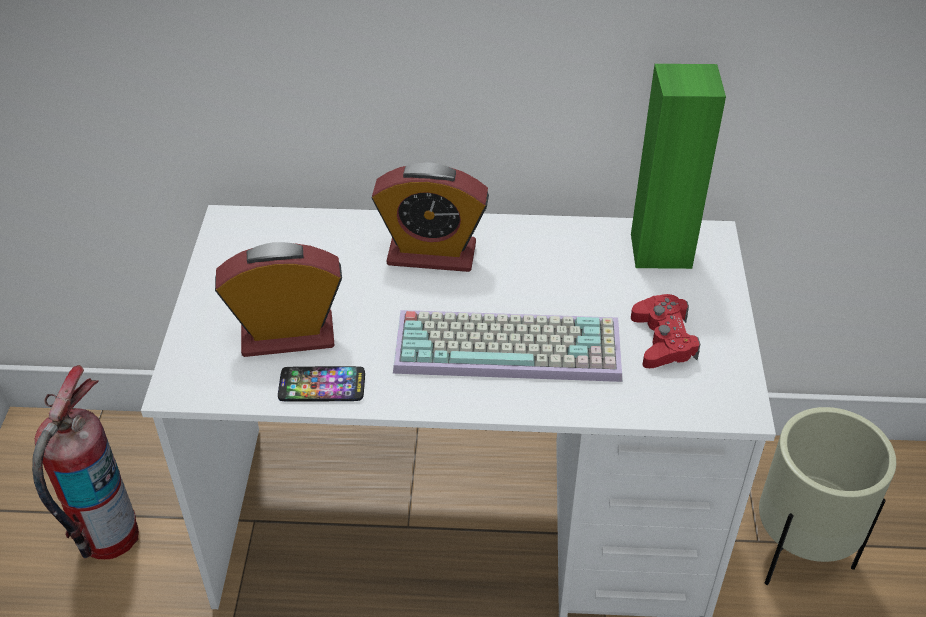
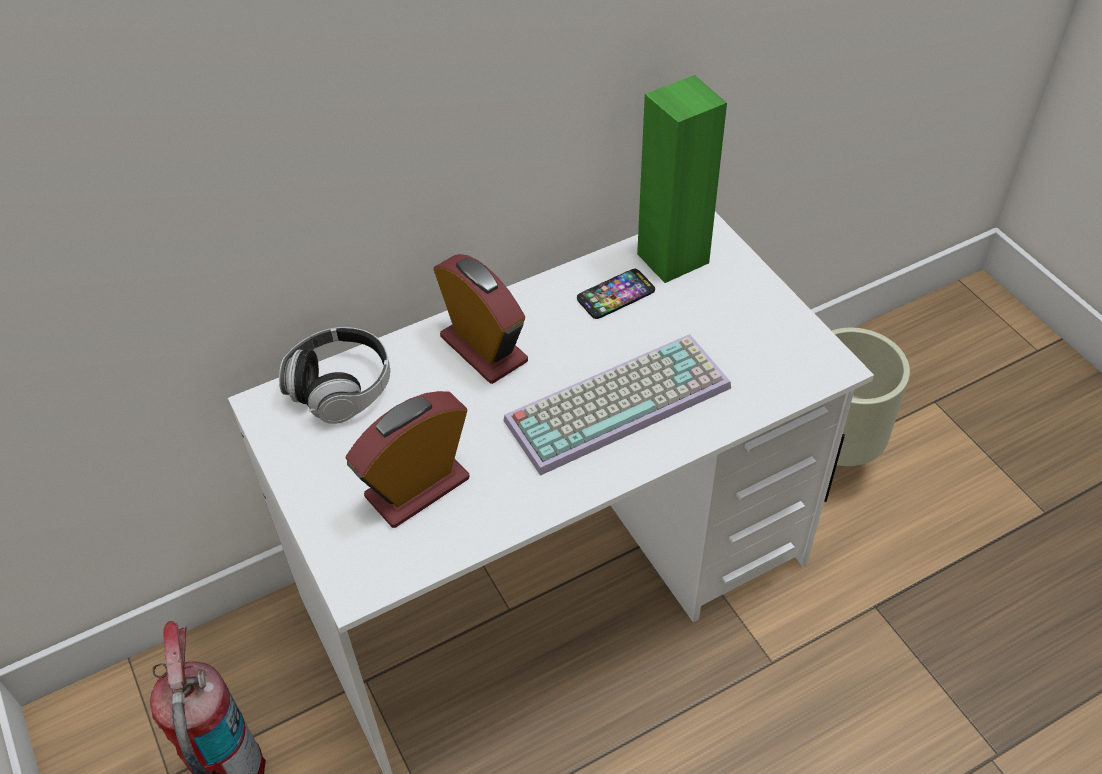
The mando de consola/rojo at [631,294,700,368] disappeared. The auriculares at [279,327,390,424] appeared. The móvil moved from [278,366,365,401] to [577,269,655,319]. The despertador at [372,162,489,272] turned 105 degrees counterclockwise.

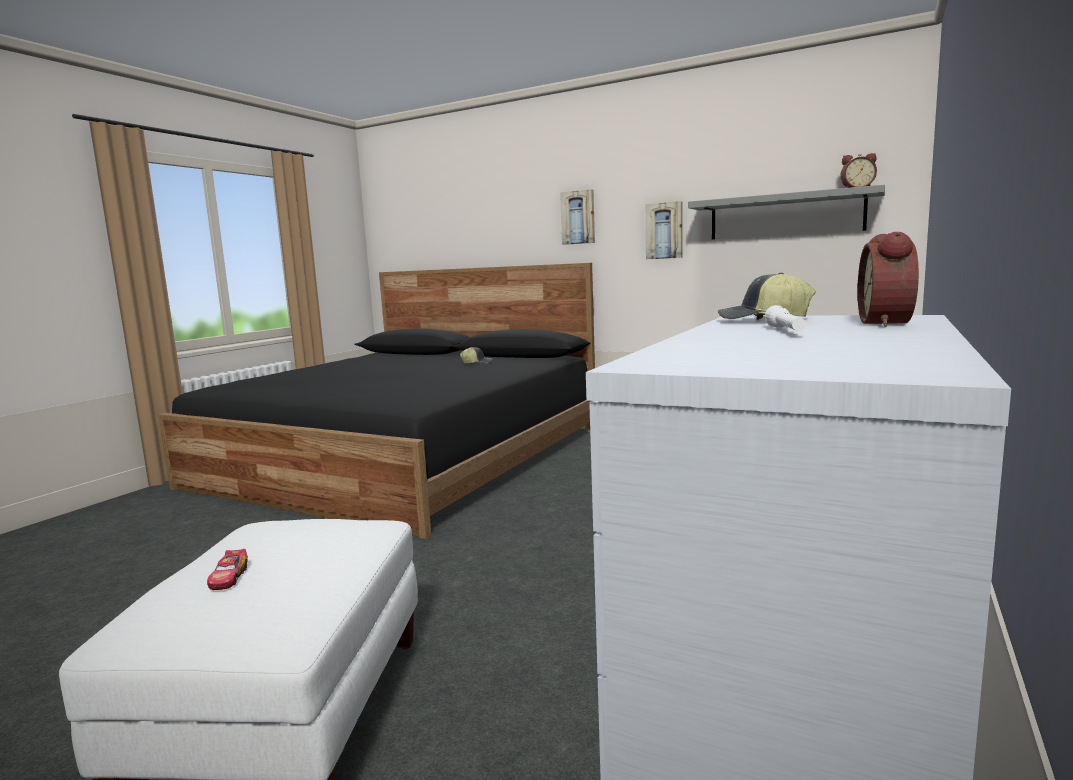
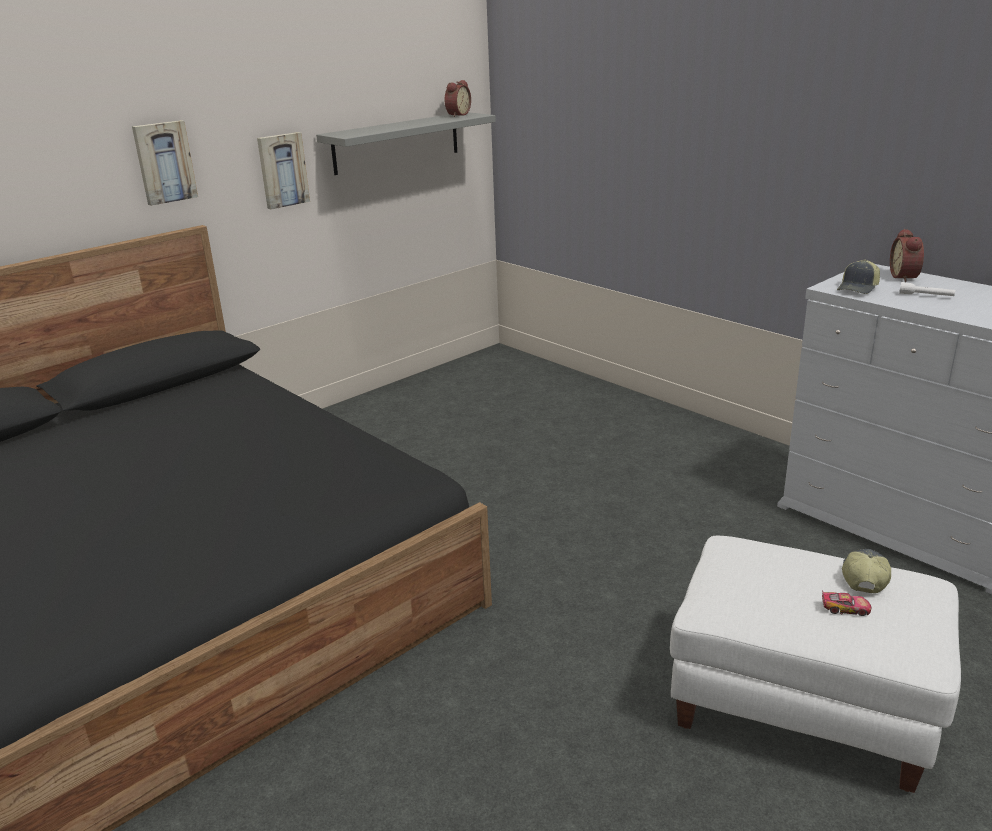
The gorra moved from [460,347,493,364] to [842,549,891,594]. The despertador at [858,232,919,327] turned 60 degrees clockwise.

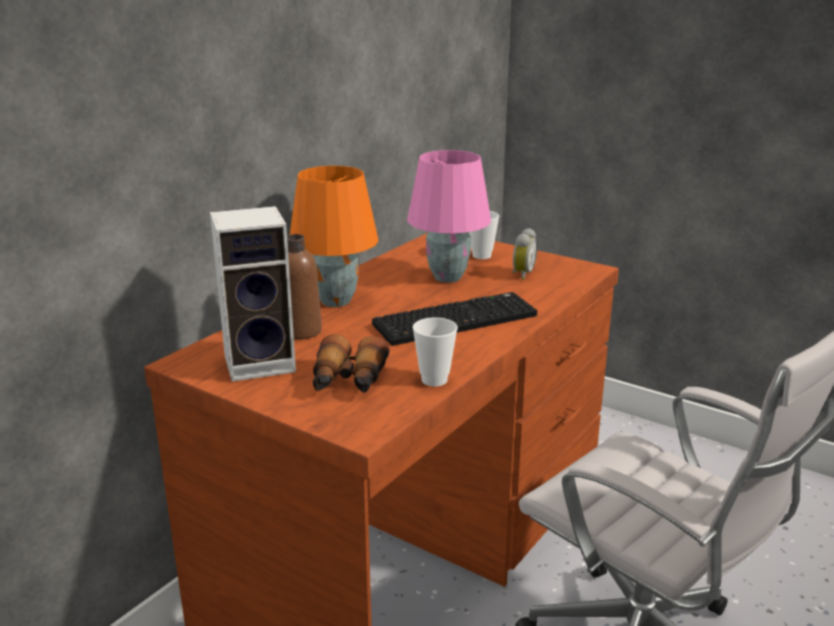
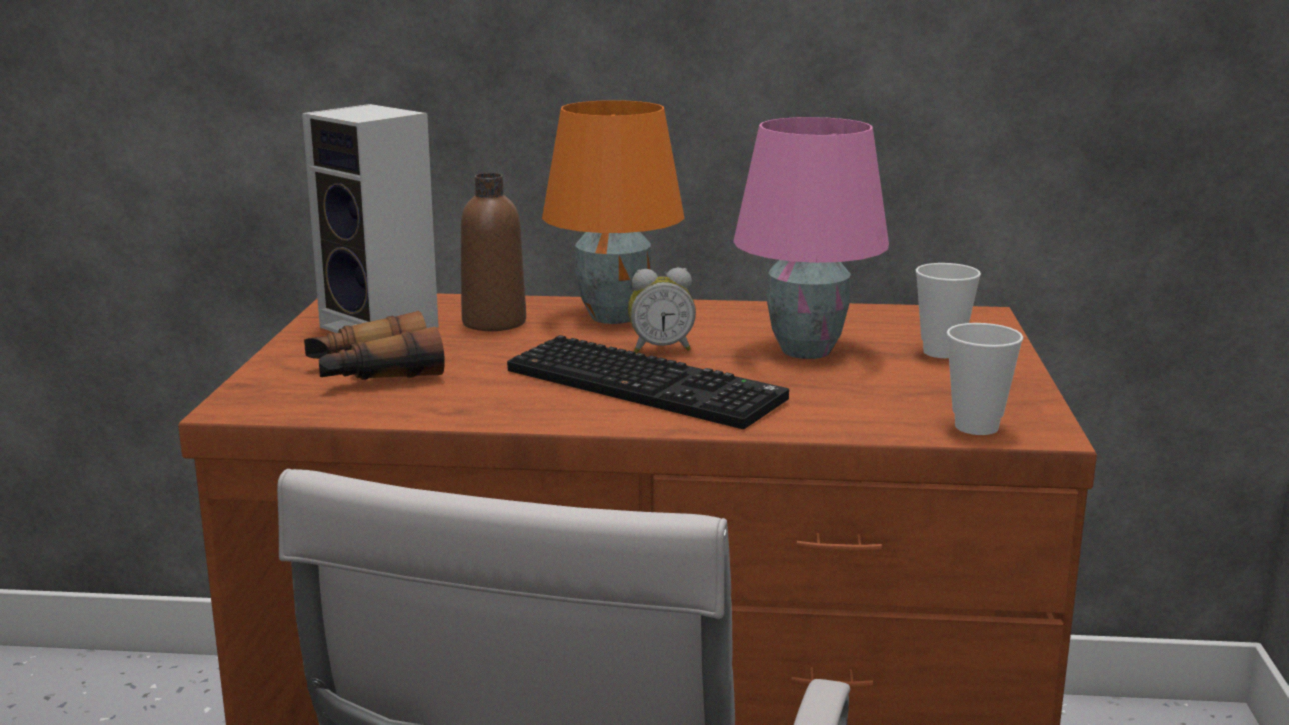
The taza moved from [413,317,458,386] to [947,323,1023,435]. The despertador moved from [512,228,537,280] to [628,268,696,353].

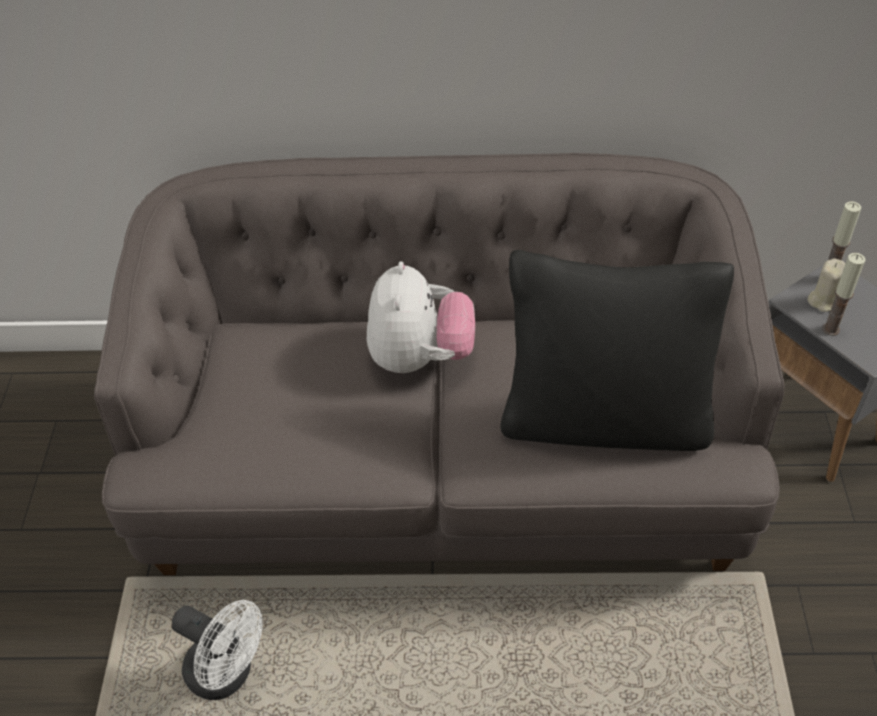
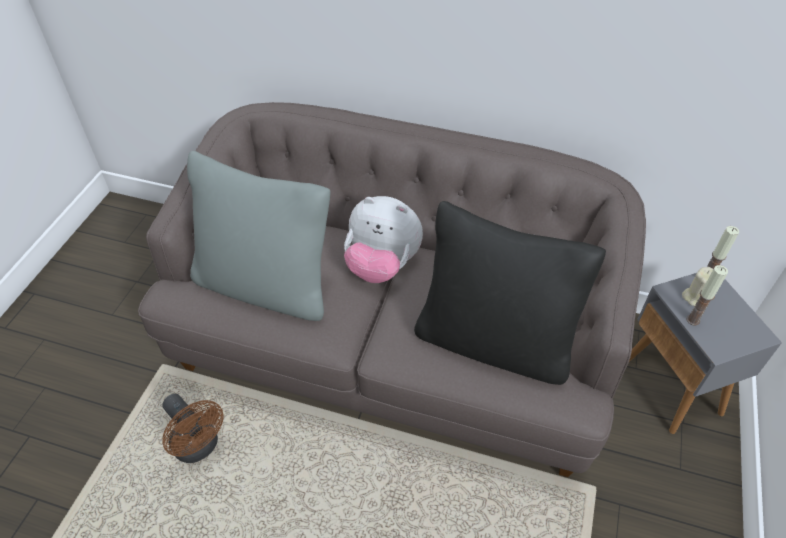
The cojín/gris at [187,151,331,321] appeared. The ventilador/blanco at [172,600,263,700] became the ventilador/marrón at [162,394,223,463]. The peluche at [367,262,475,373] turned 90 degrees clockwise.

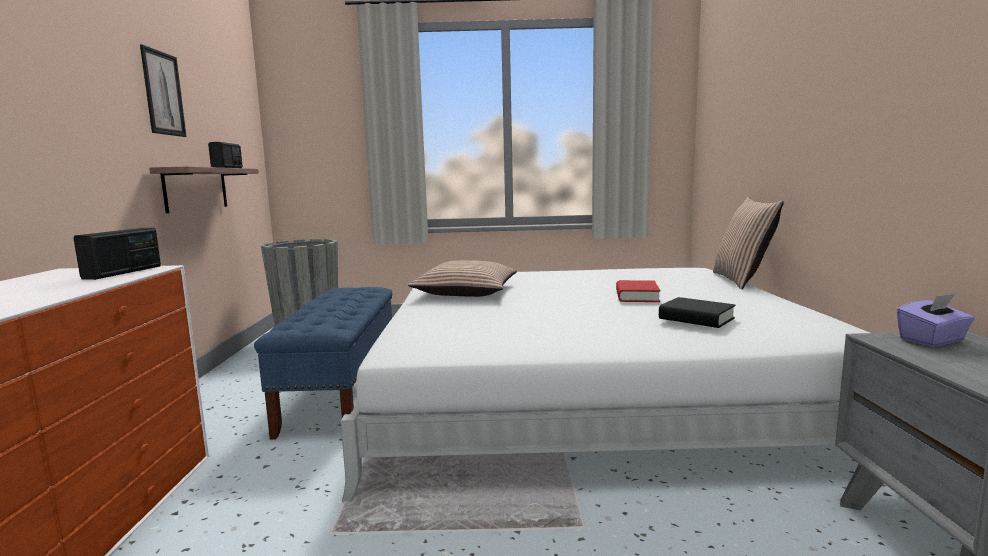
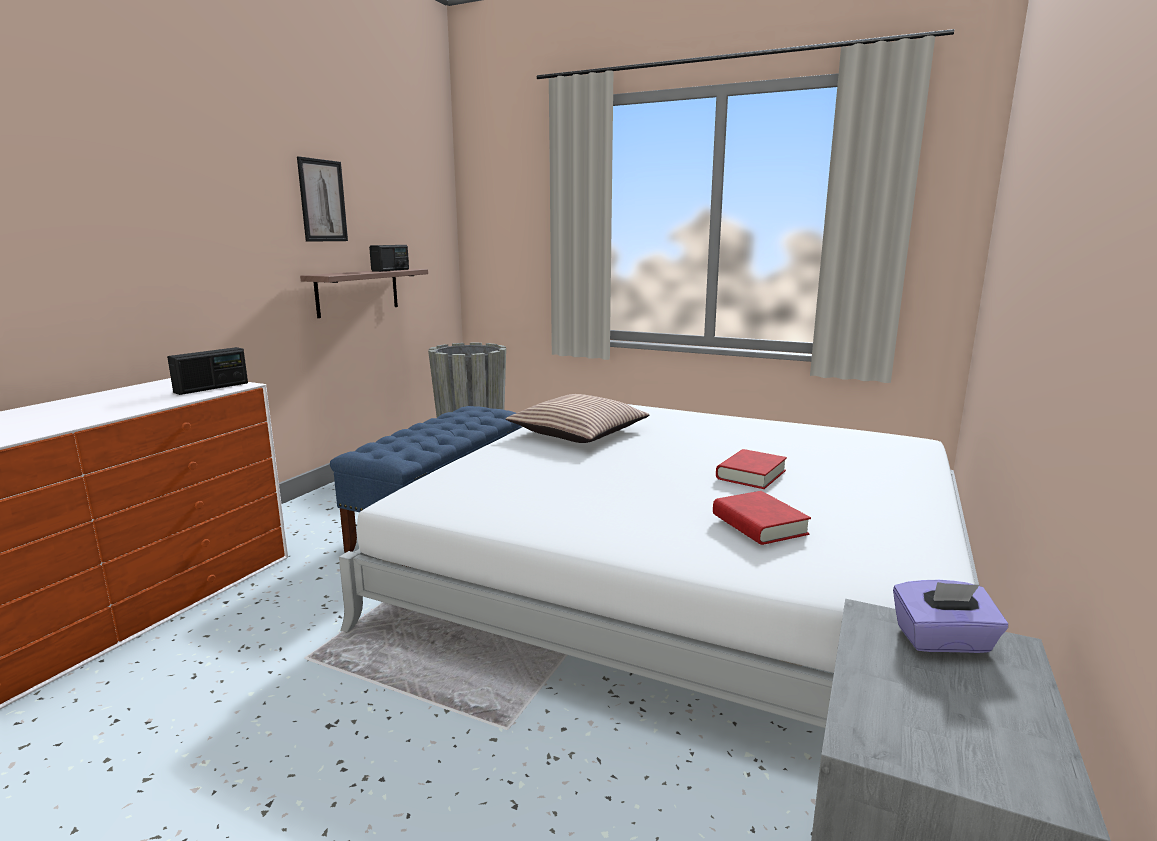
The cojín at [713,197,784,289] disappeared. The libro/negro at [659,297,736,328] became the libro/rojo at [713,491,811,545].

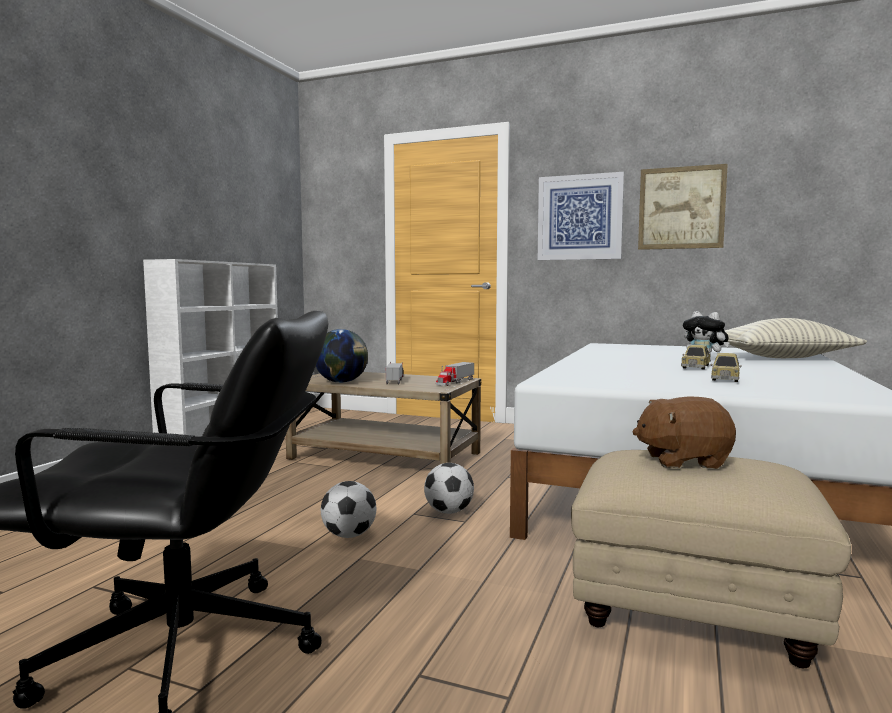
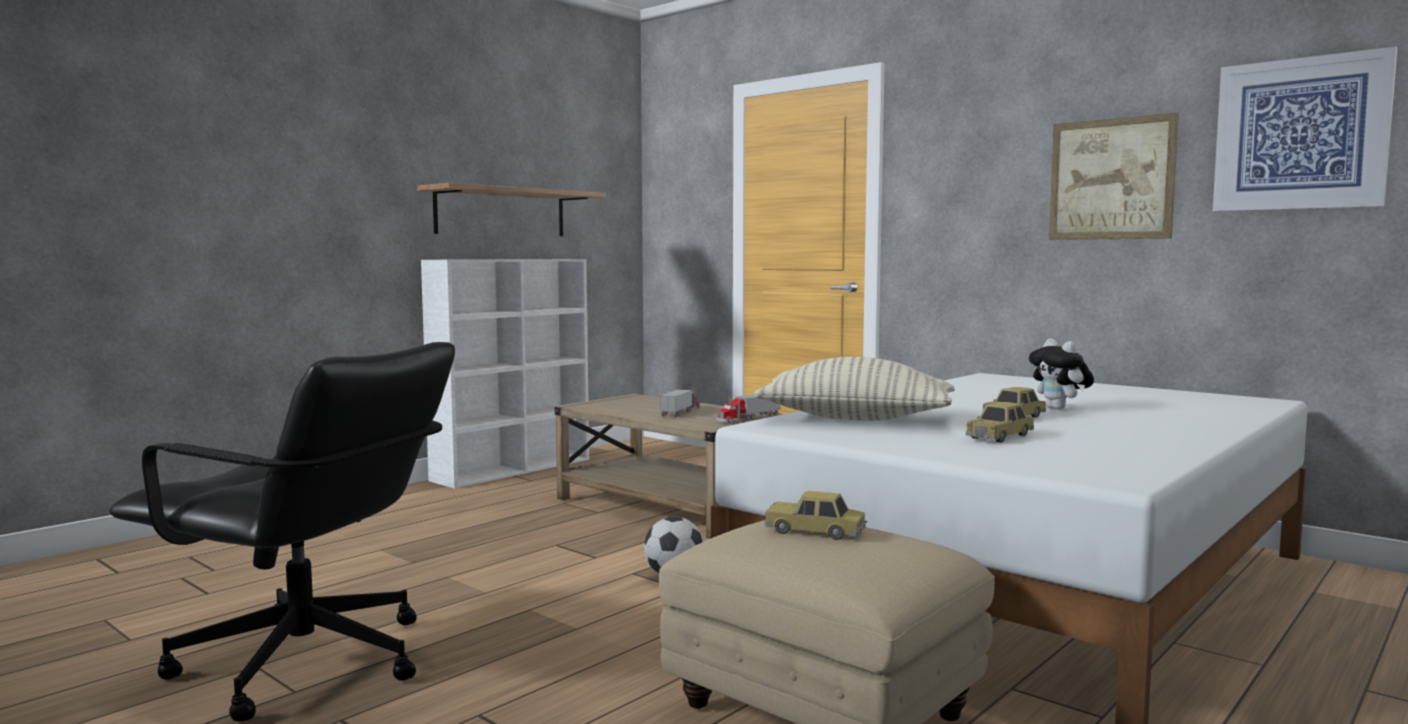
The globo terráqueo at [316,329,368,383] disappeared. The balón de fútbol at [321,481,376,538] disappeared. The estante at [417,183,606,236] appeared. The cuadro moved from [538,172,624,260] to [1213,47,1397,211]. The cojín moved from [725,318,867,358] to [754,357,955,421]. The peluche/marrón at [633,397,736,469] was replaced by the coche de juguete at [765,491,867,540].

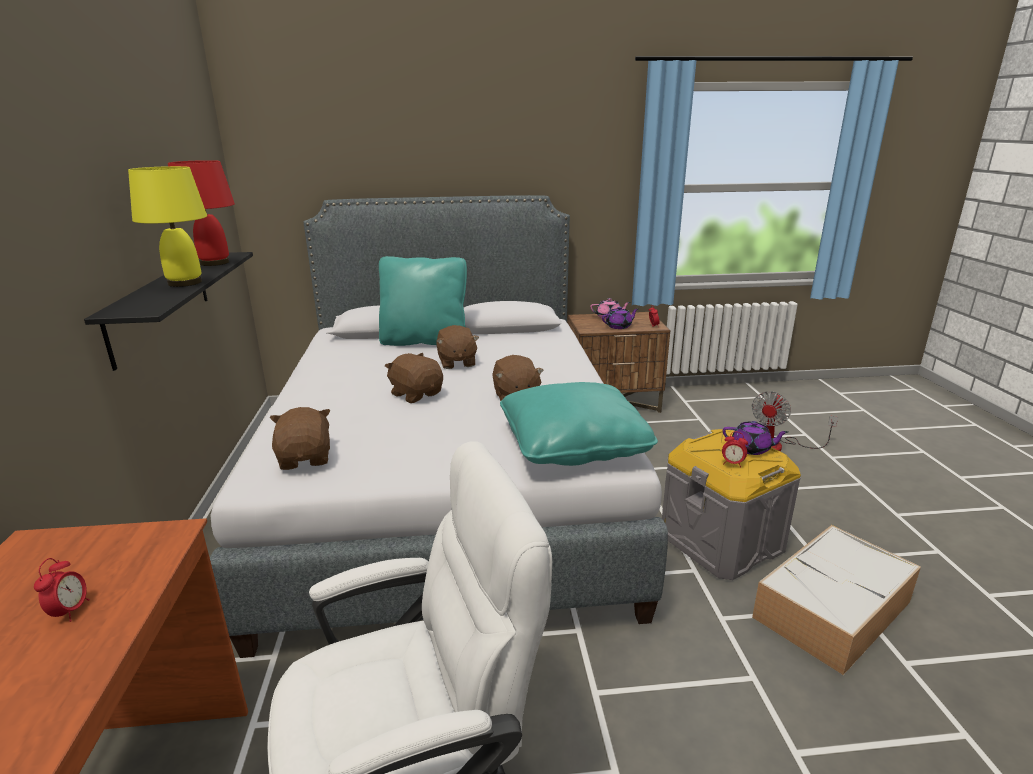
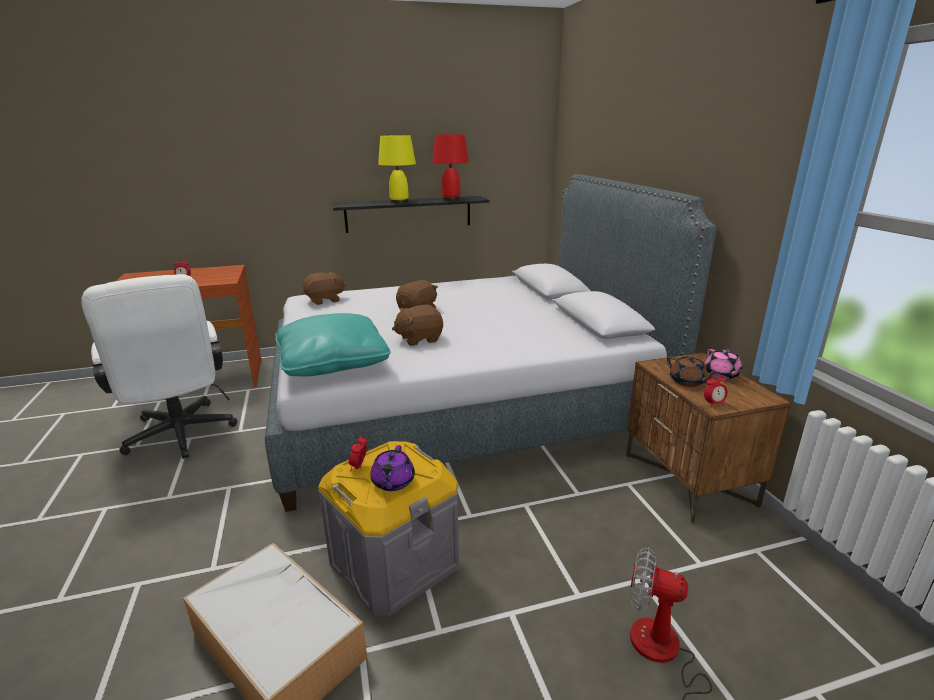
The cojín/turquesa at [379,256,467,346] disappeared. The peluche/marrón at [436,325,479,369] disappeared. The tetera/morado at [602,307,638,329] became the tetera/marrón at [667,356,718,387].

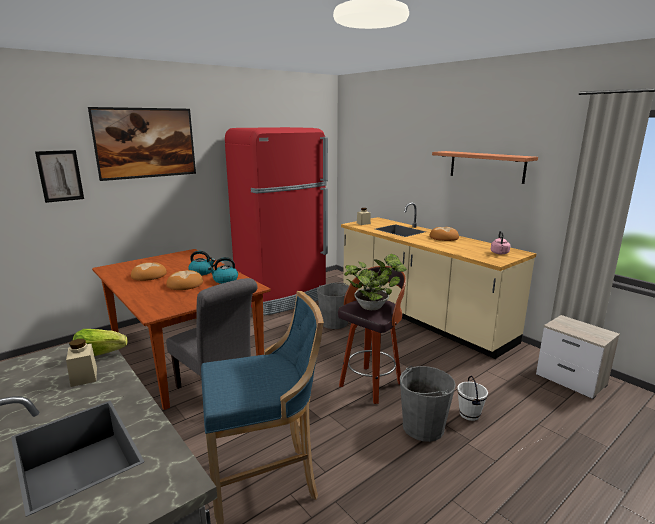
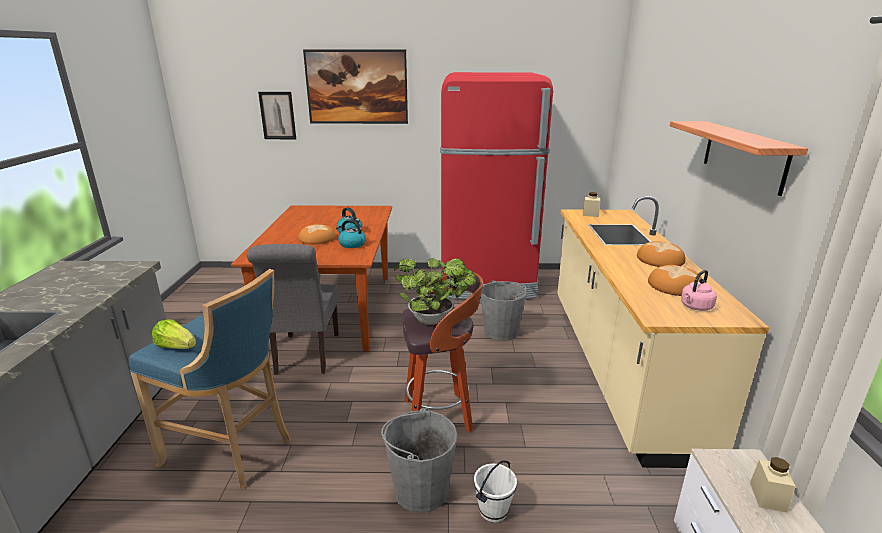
The tarro/beis moved from [66,339,97,387] to [750,457,796,513]. The lechuga moved from [73,329,127,356] to [152,319,196,349]. The pan moved from [131,262,167,281] to [648,265,702,296].

